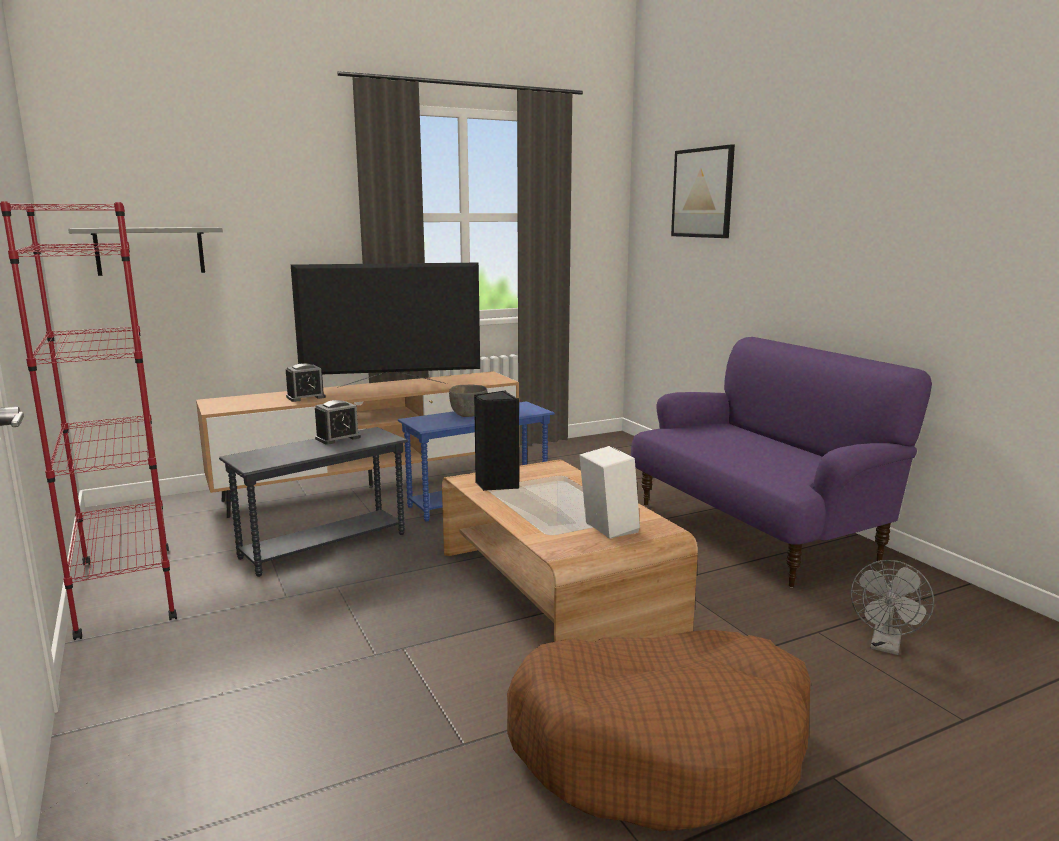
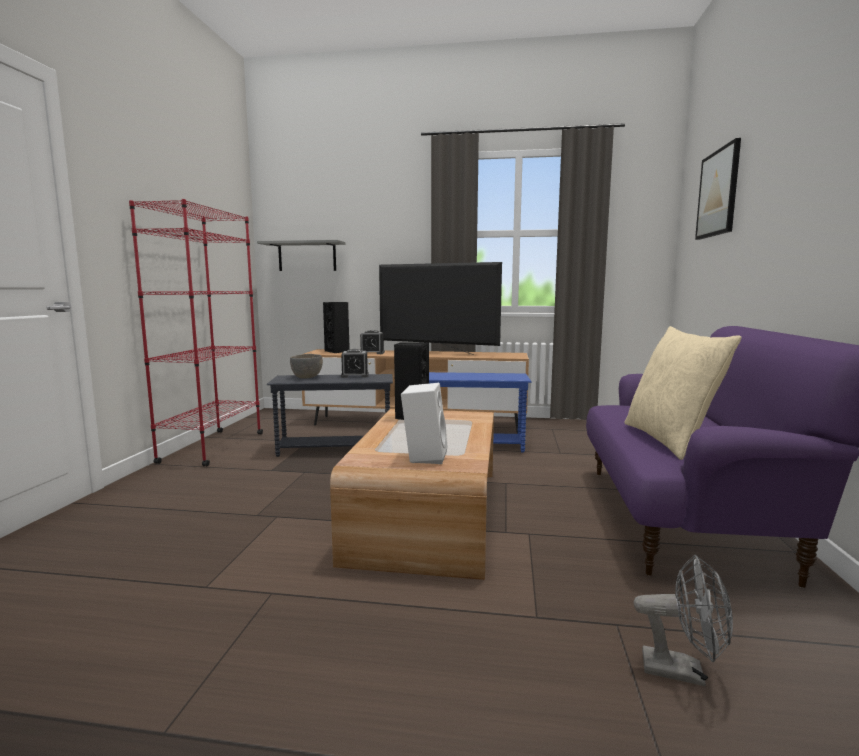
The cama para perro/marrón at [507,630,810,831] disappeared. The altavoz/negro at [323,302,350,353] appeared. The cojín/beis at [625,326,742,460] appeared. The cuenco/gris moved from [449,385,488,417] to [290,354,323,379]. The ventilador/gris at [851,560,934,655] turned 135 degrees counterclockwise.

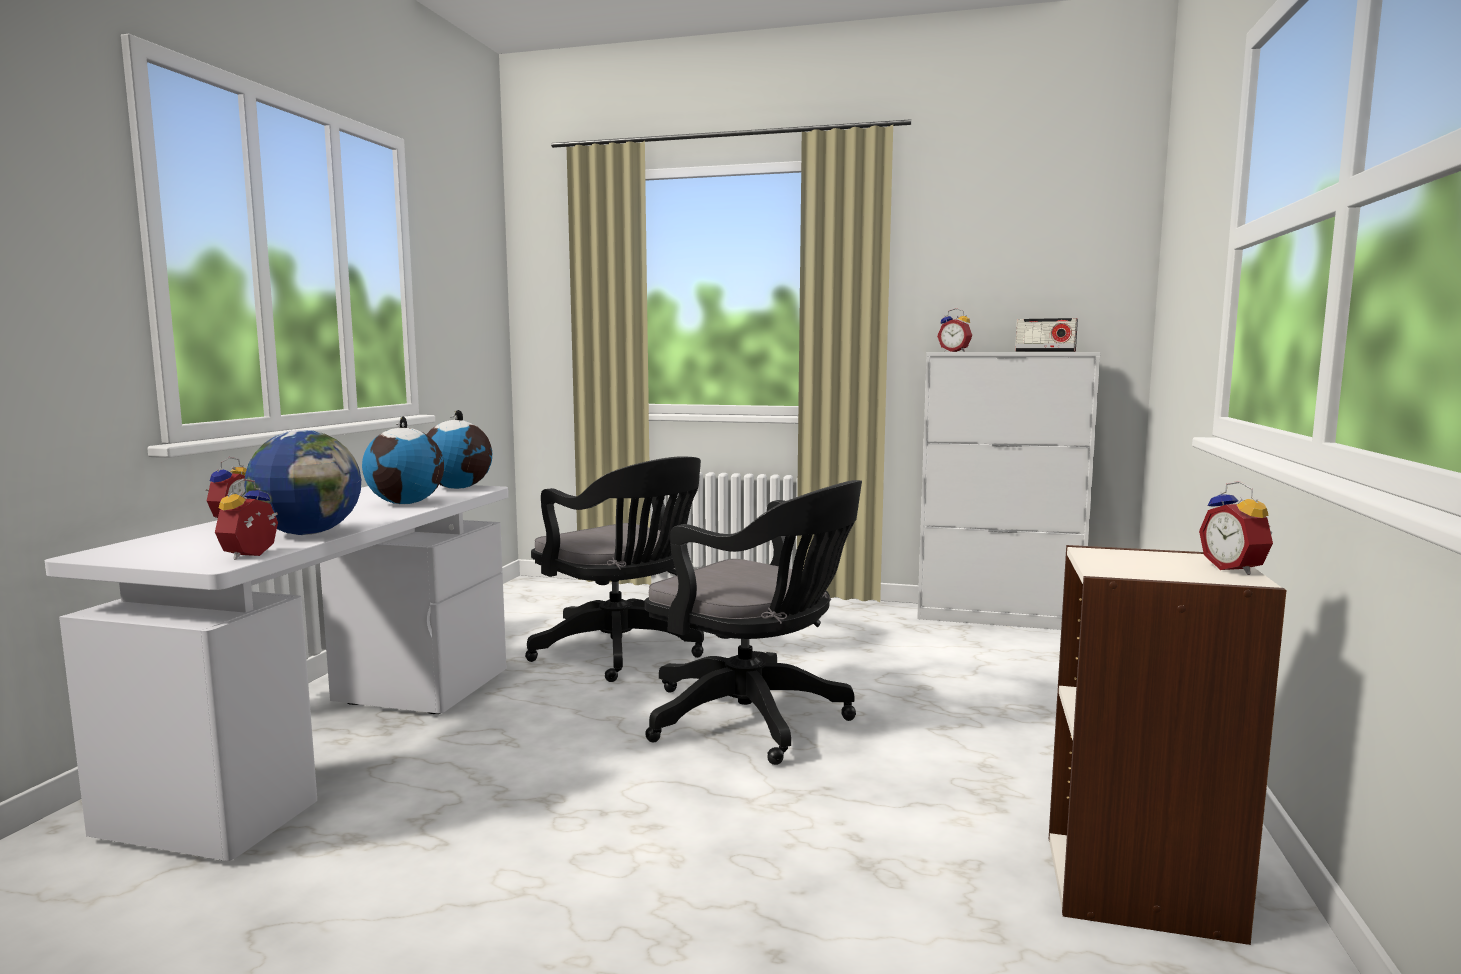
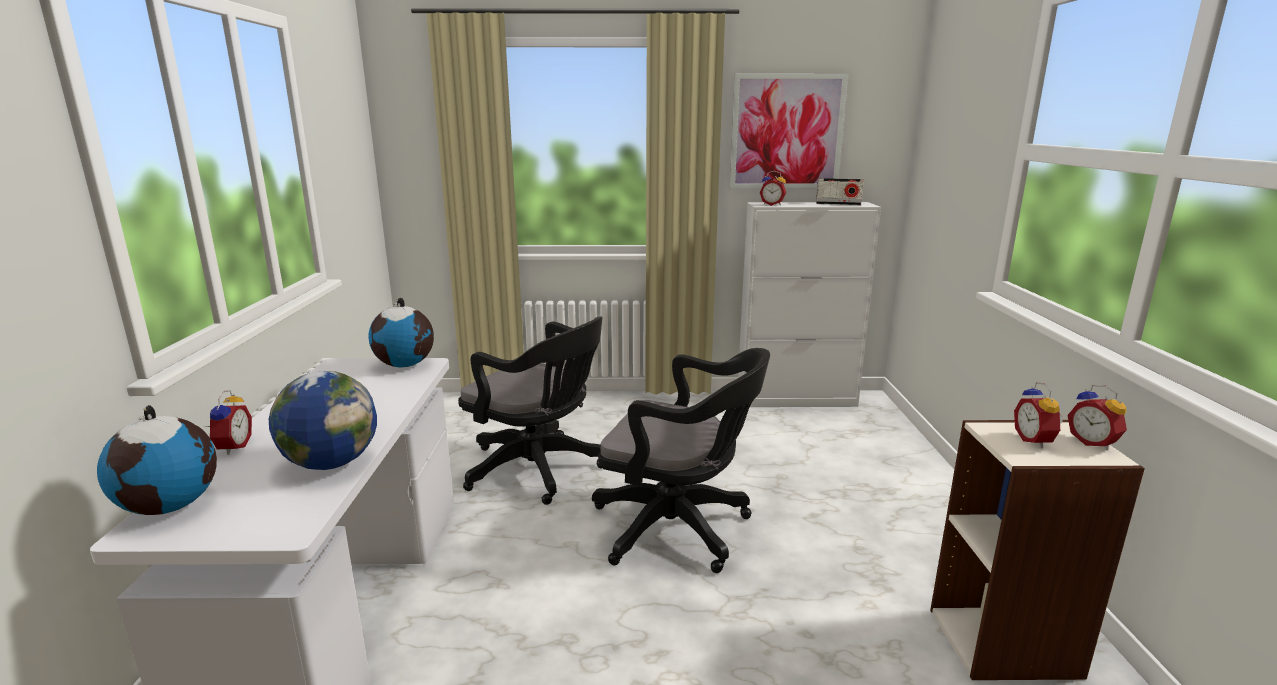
The cuadro at [730,74,848,189] appeared. The despertador moved from [215,479,278,560] to [1014,382,1063,448]. The globo terráqueo moved from [362,416,444,504] to [97,405,217,515].

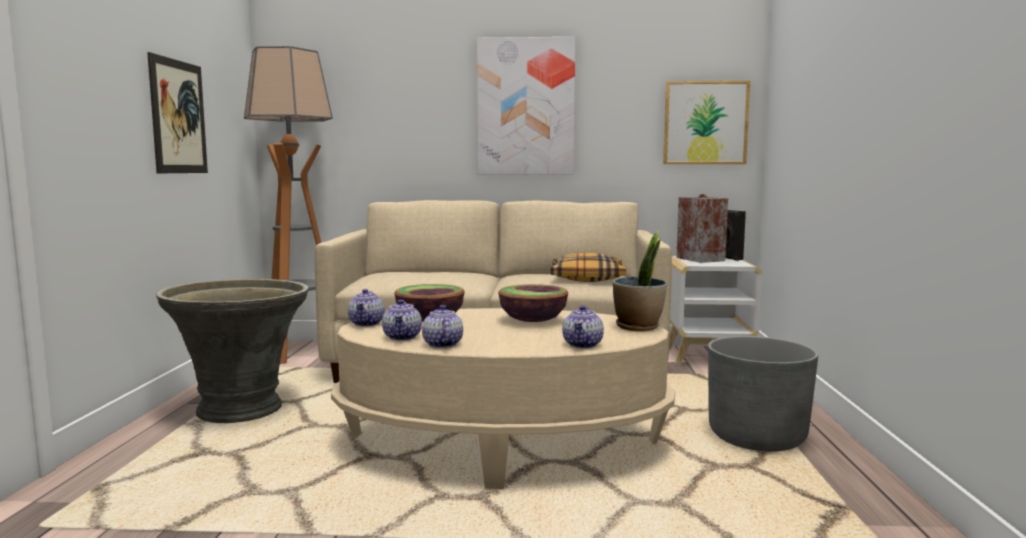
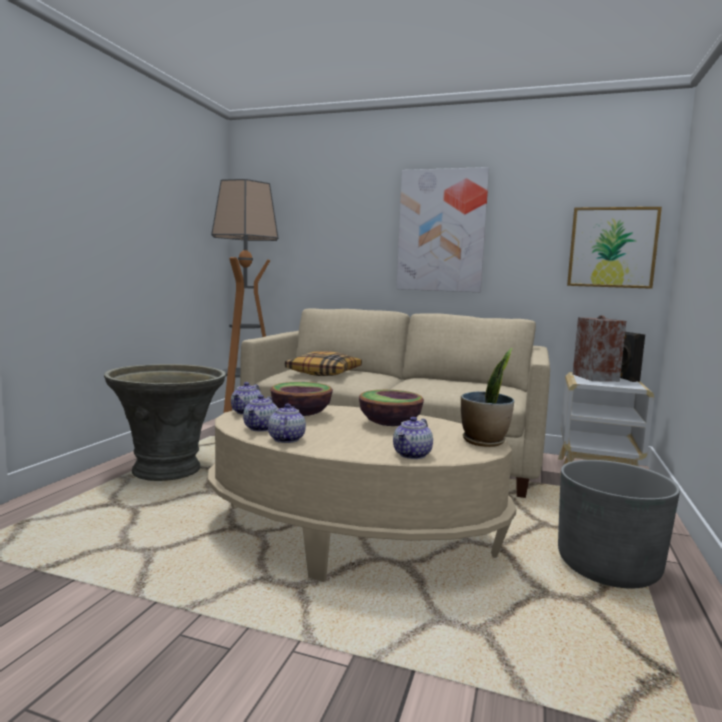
The cuadro at [147,52,208,173] disappeared. The cojín moved from [551,253,626,282] to [285,351,362,376].

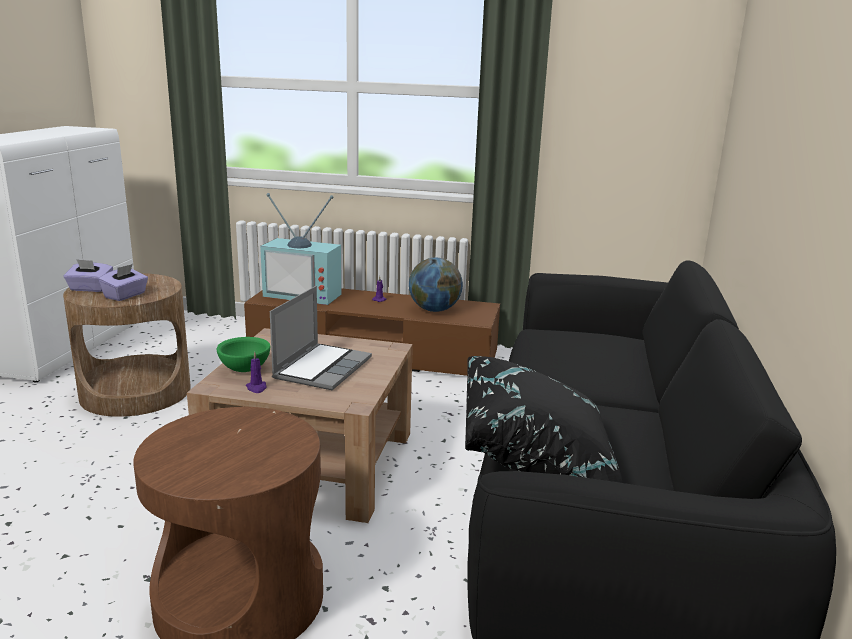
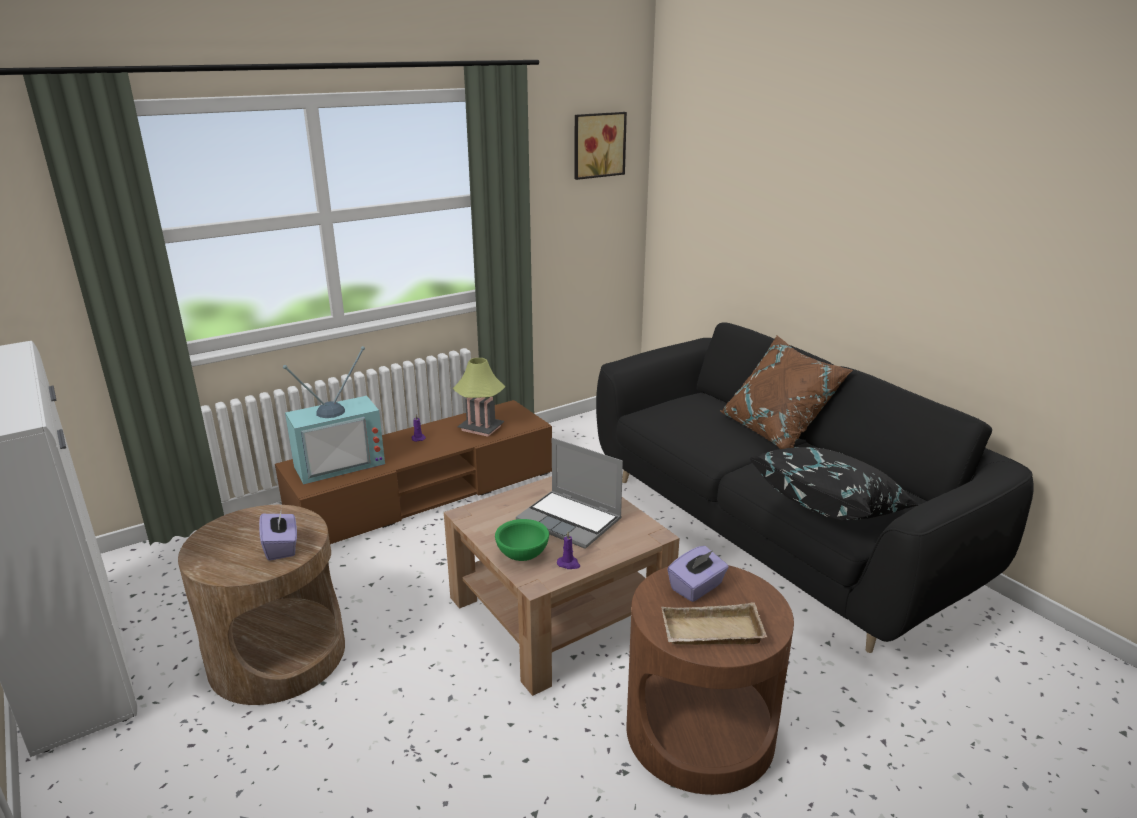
The cuadro at [574,112,627,180] appeared. The bandeja/beis at [661,602,767,645] appeared. The cojín/marrón at [720,335,853,449] appeared. The caja de pañuelos/morado moved from [64,259,113,292] to [668,546,729,602]. The globo terráqueo at [409,258,463,312] was replaced by the lámpara de mesa at [453,358,506,437]. The portátil at [270,286,372,390] turned 150 degrees clockwise.

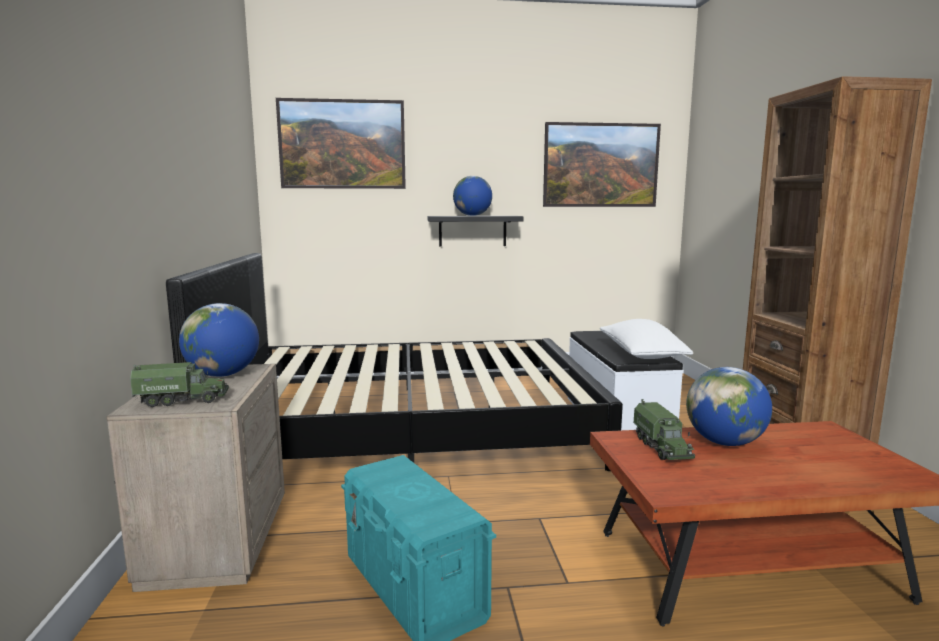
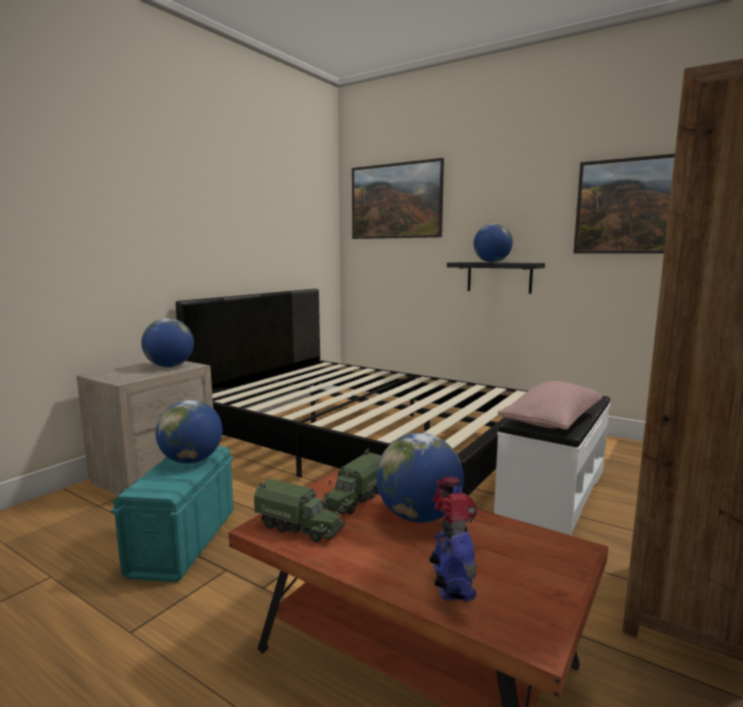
The globo terráqueo at [155,400,222,464] appeared. The robot de juguete at [429,477,478,602] appeared. The camión de juguete moved from [130,362,229,407] to [254,479,345,542]. The cojín/blanco at [600,319,693,359] became the cojín/rosa at [497,381,602,430].

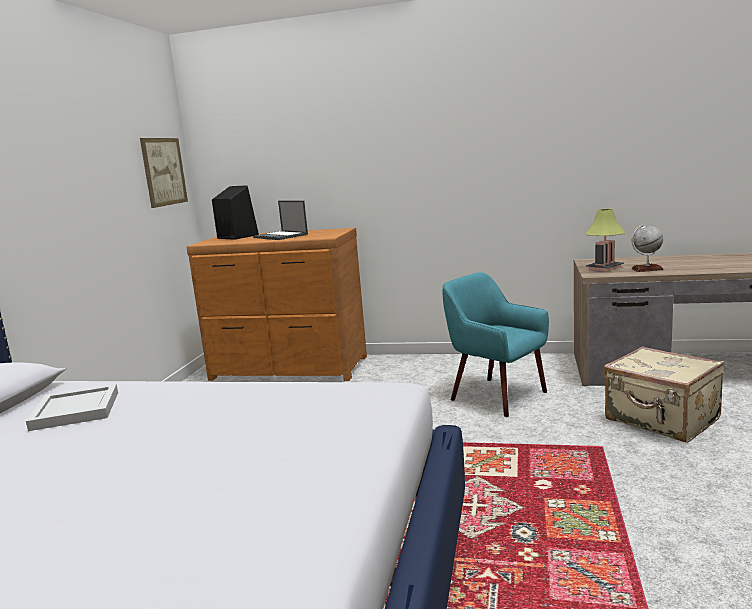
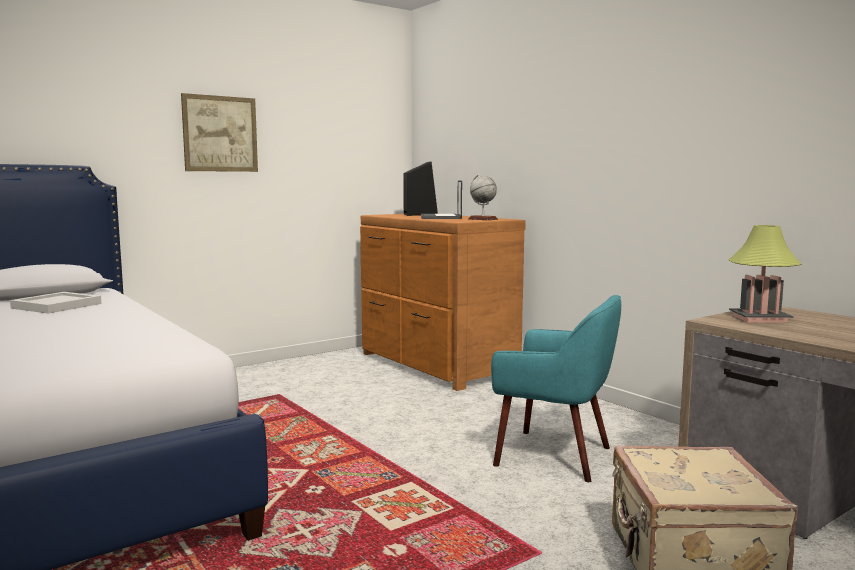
The cuadro moved from [140,138,188,208] to [181,93,258,172]. The globo terráqueo moved from [631,225,664,272] to [469,175,498,220]. The sillón/turquesa at [442,272,549,417] turned 120 degrees clockwise.

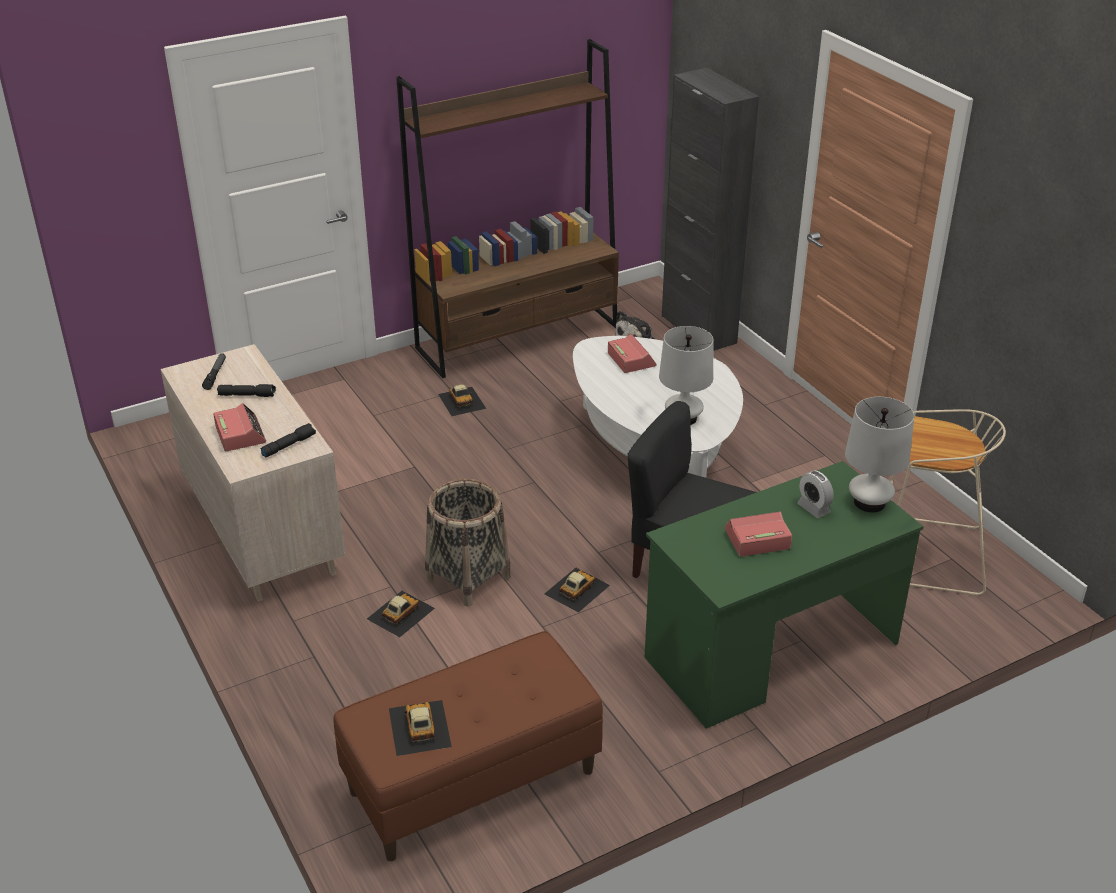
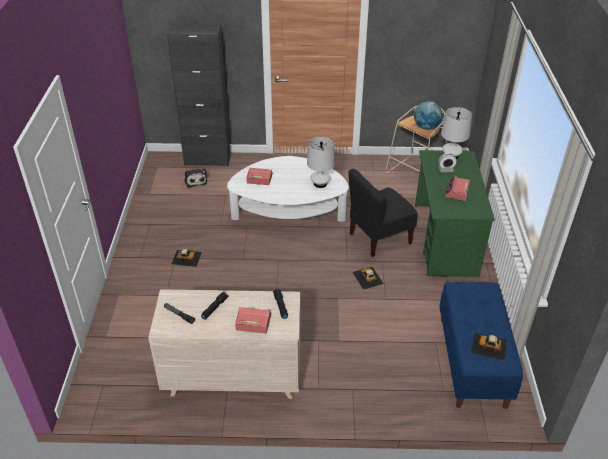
The coche de juguete at [367,591,435,637] disappeared. The estantería/marrón at [396,39,619,378] disappeared. The cesta at [425,478,511,607] disappeared. The globo terráqueo at [414,101,443,130] appeared. The banco/marrón at [333,631,603,861] became the banco/azul at [439,282,523,409].

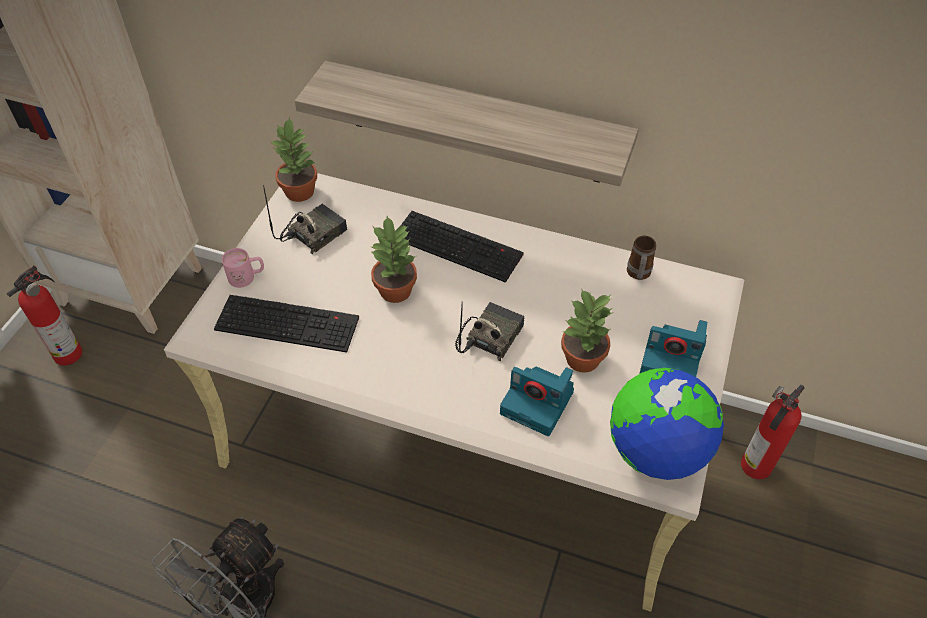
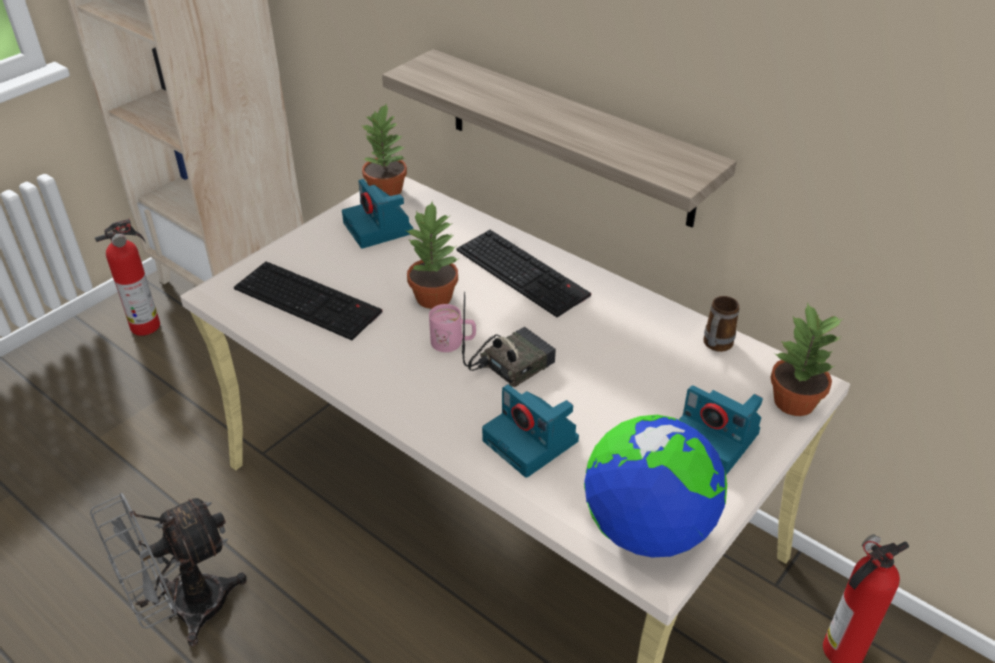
The taza grande/rosa moved from [222,248,264,288] to [429,304,476,352]. The planta en maceta moved from [561,288,612,372] to [770,302,842,416]. The radio at [263,185,347,254] was replaced by the cámara at [342,179,413,249].

